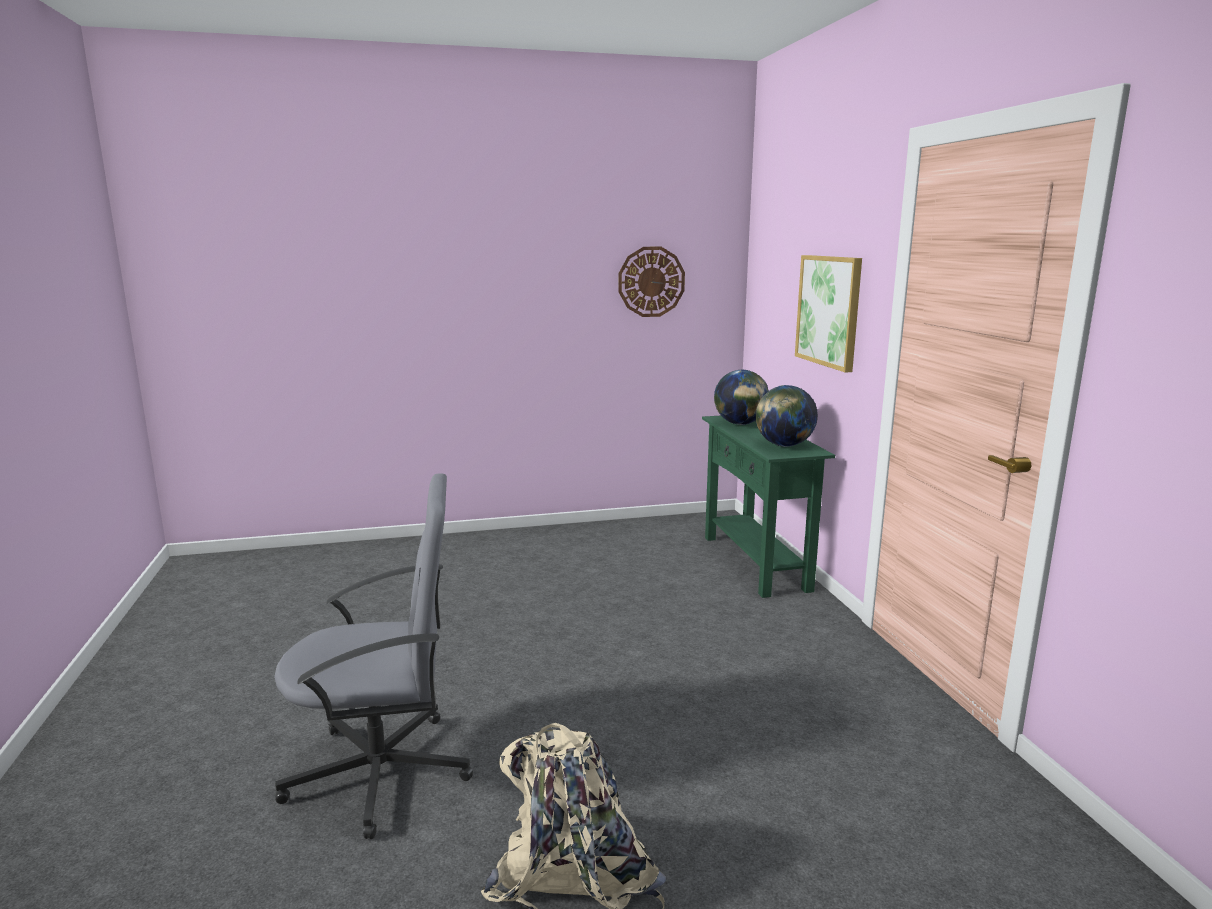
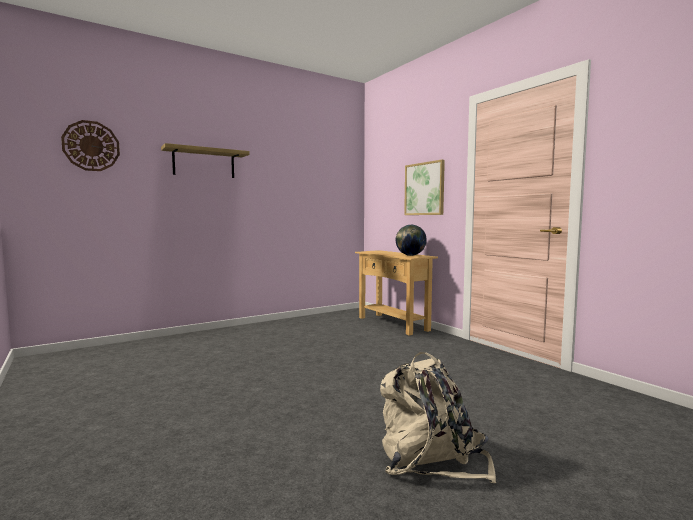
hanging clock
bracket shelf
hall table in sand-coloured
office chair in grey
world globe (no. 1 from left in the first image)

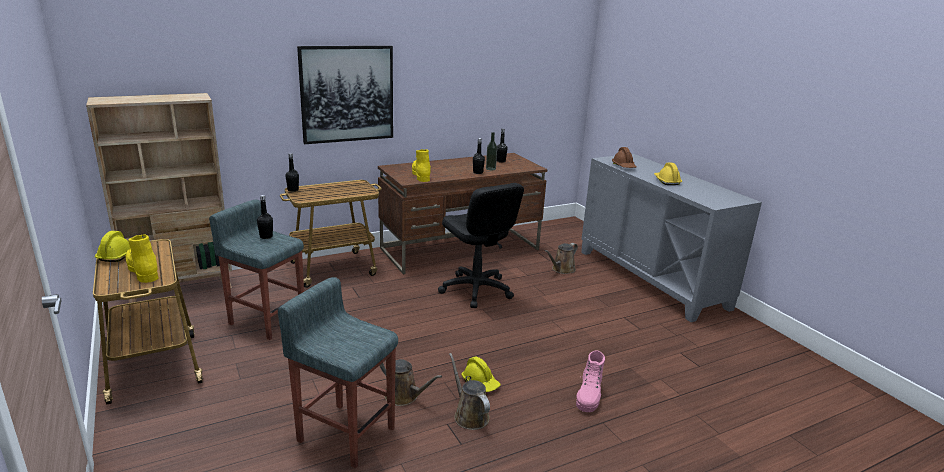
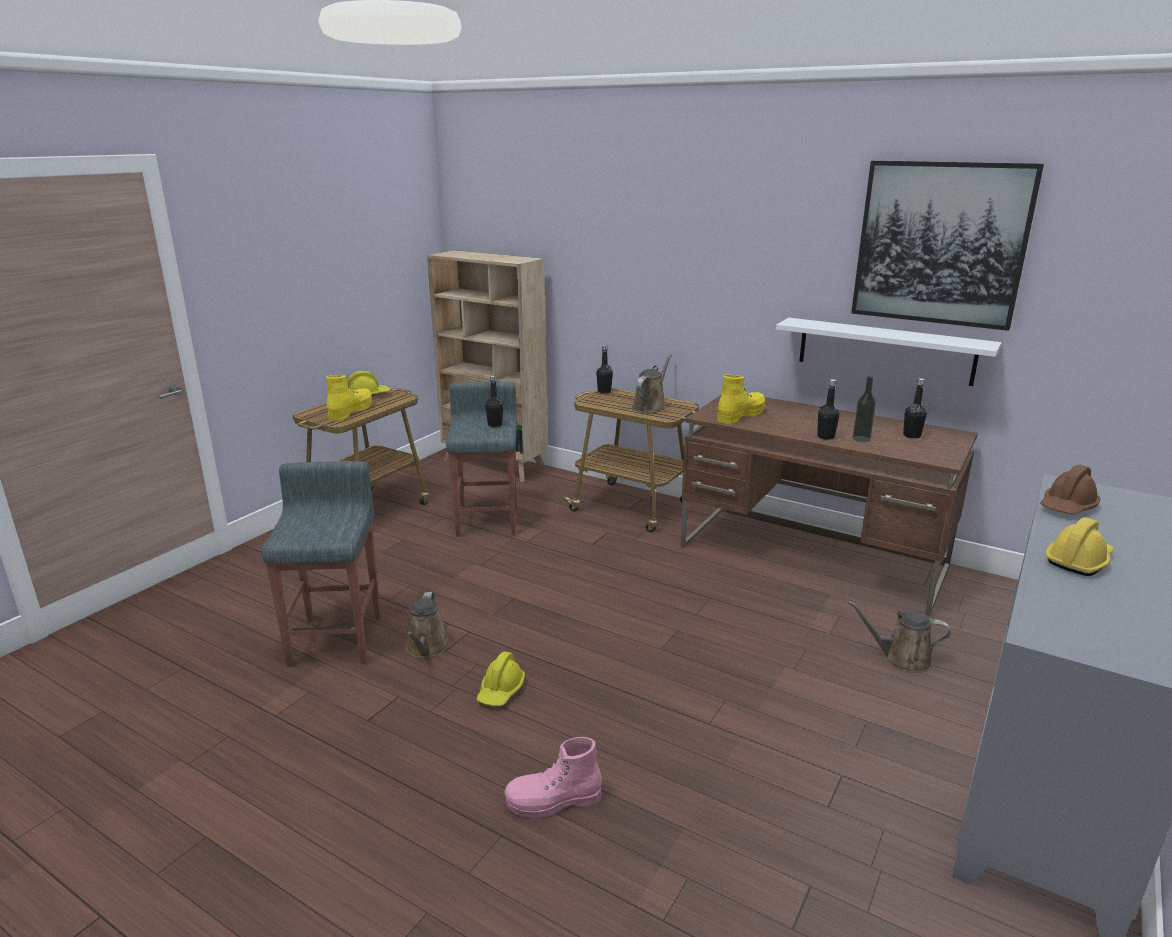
sprinkling can in brown-coloured (no. 2 from left)
bracket shelf in whitish
wall picture
office chair in black-coloured

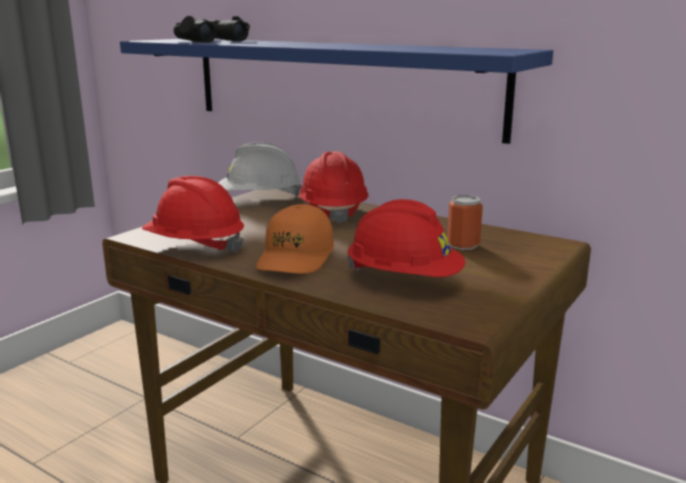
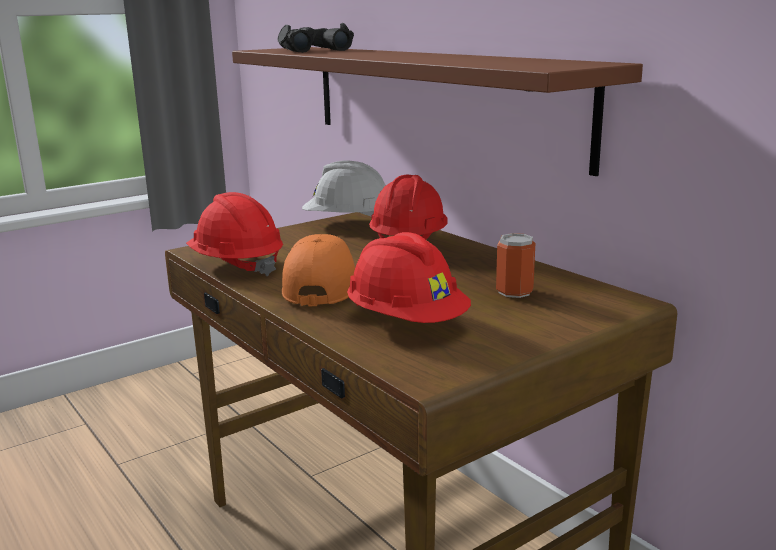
bracket shelf in brown-coloured
peaked cap in orangey

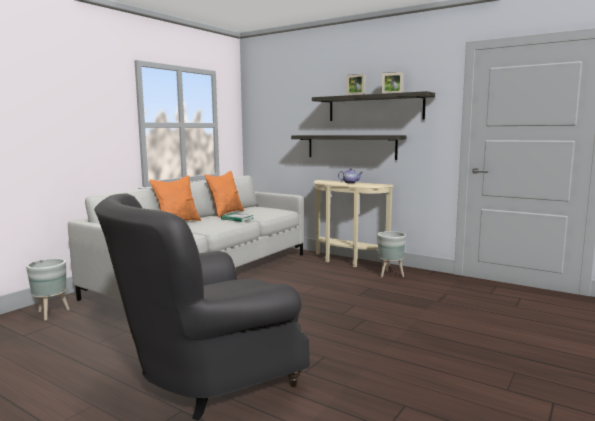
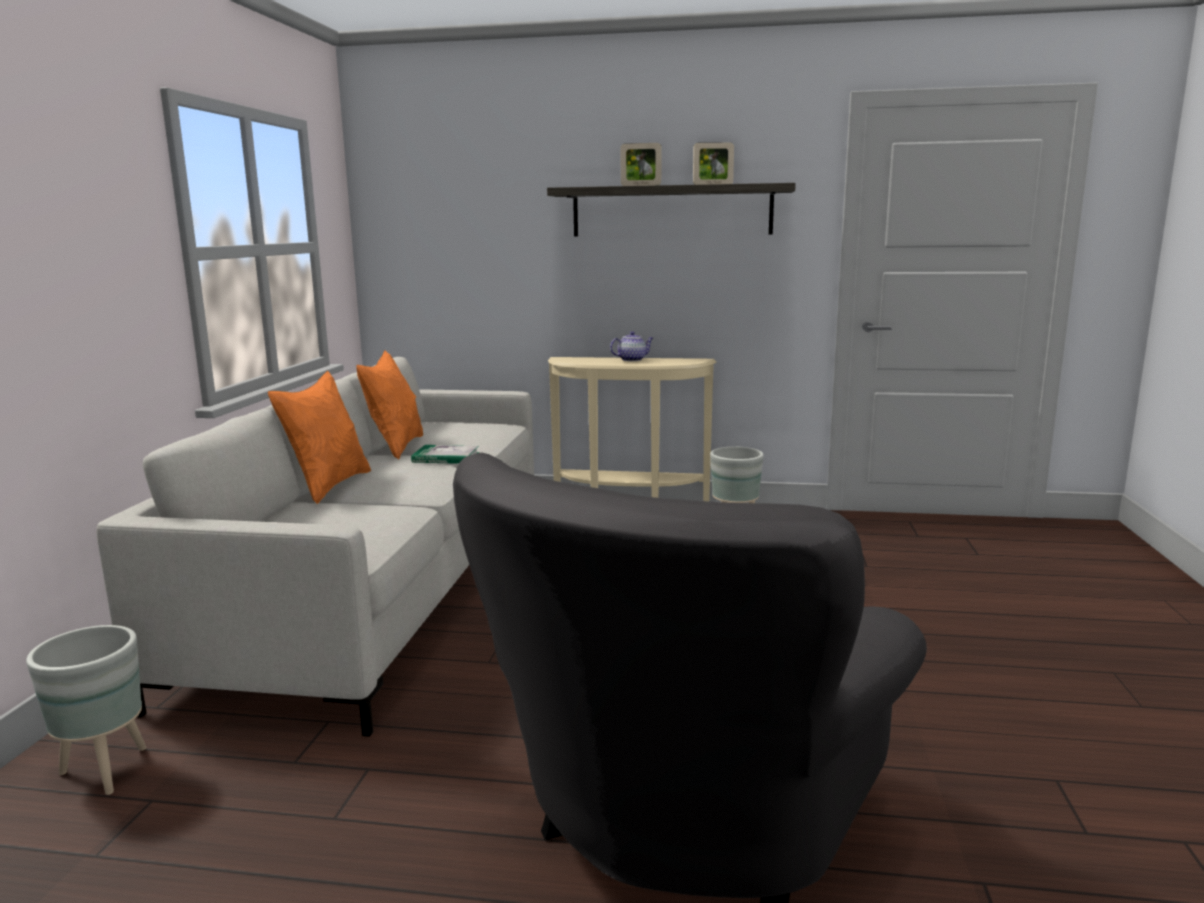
bracket shelf (no. 1 from left in the first image)

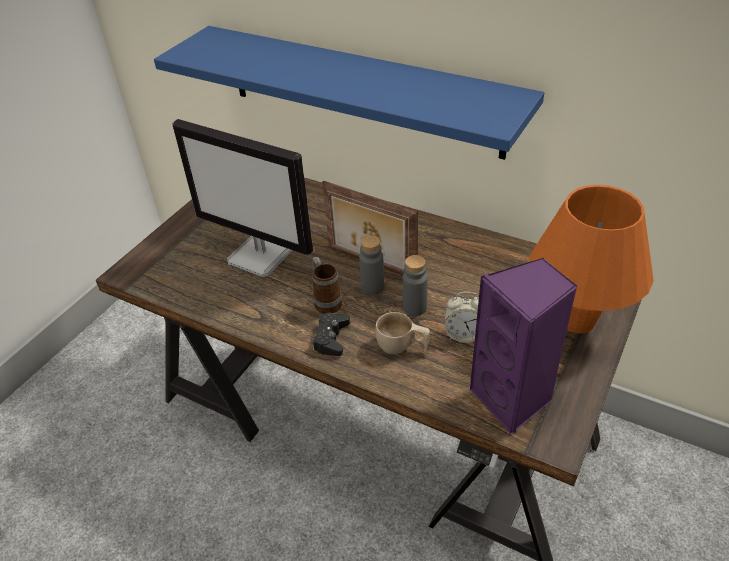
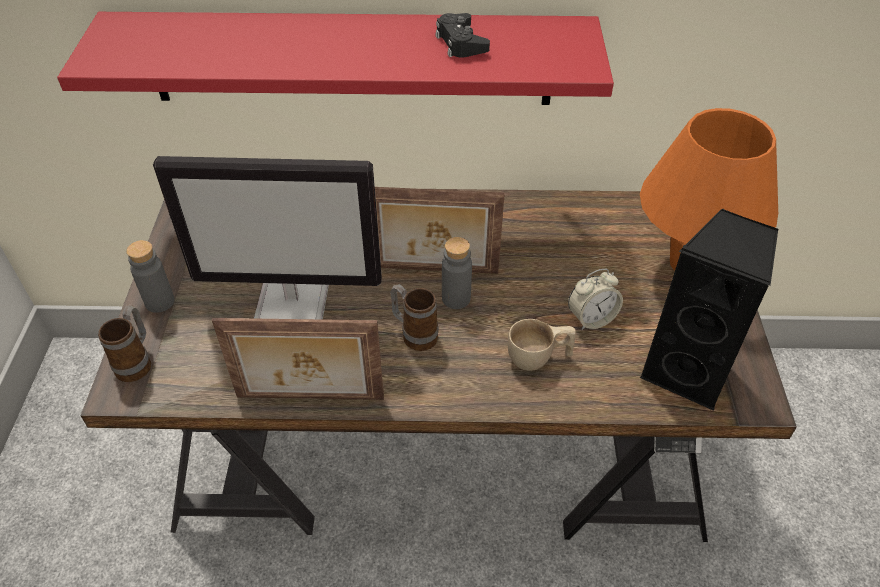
bracket shelf in red-coloured
tea mug (no. 1 from left)
drink bottle in grey (no. 1 from left)
standing frame (no. 1 from left)
gamepad in black-coloured
loudspeaker in black-coloured

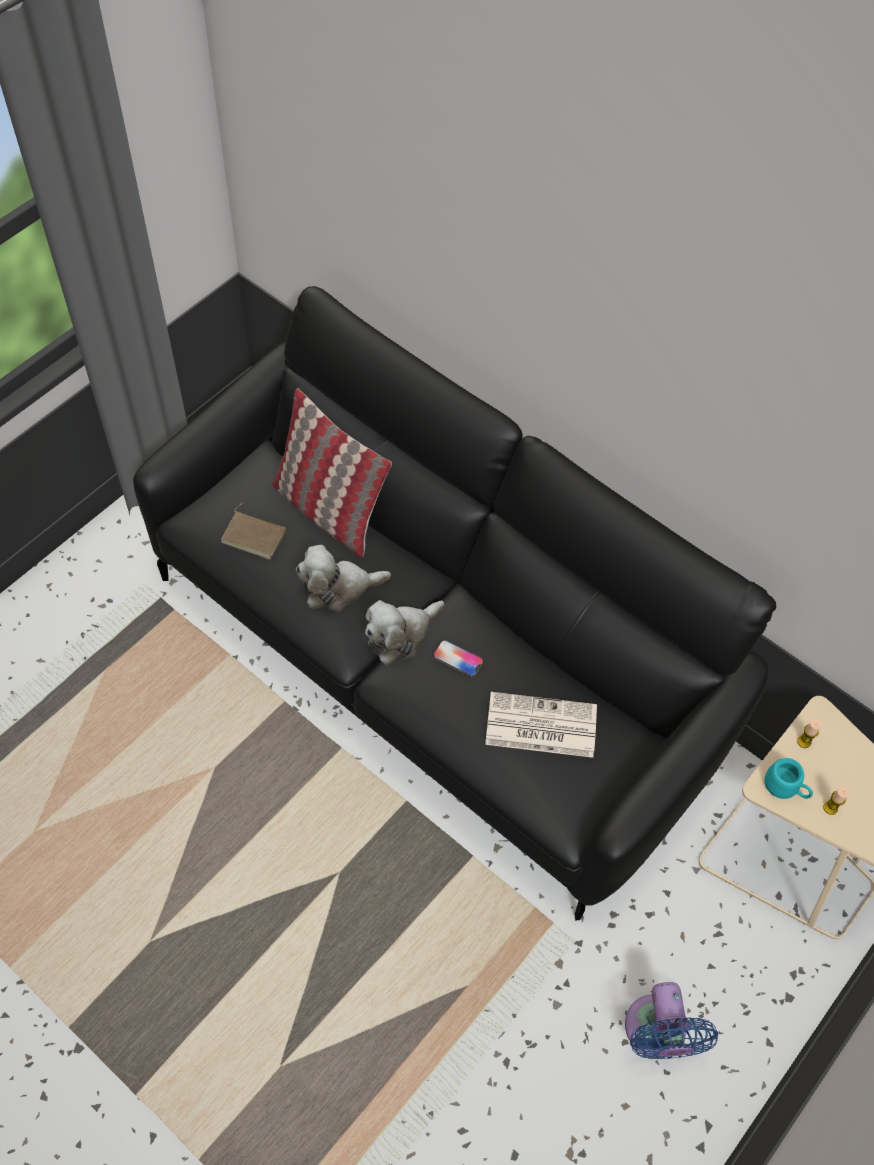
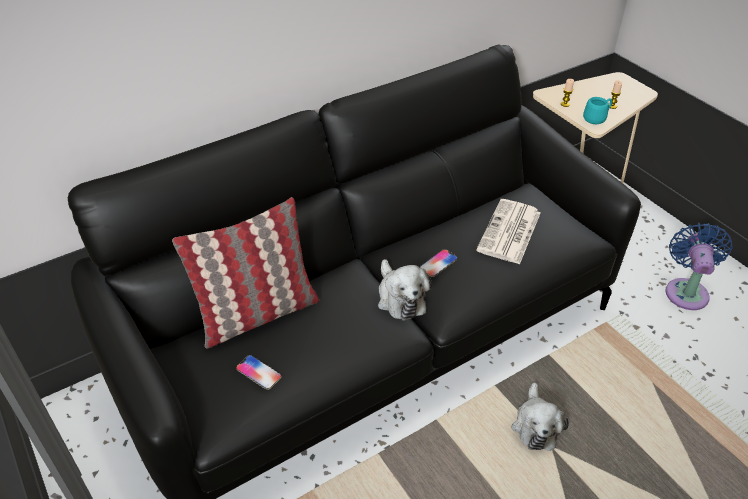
phone (no. 1 from left)
plush toy (no. 2 from left)
fan in bluish

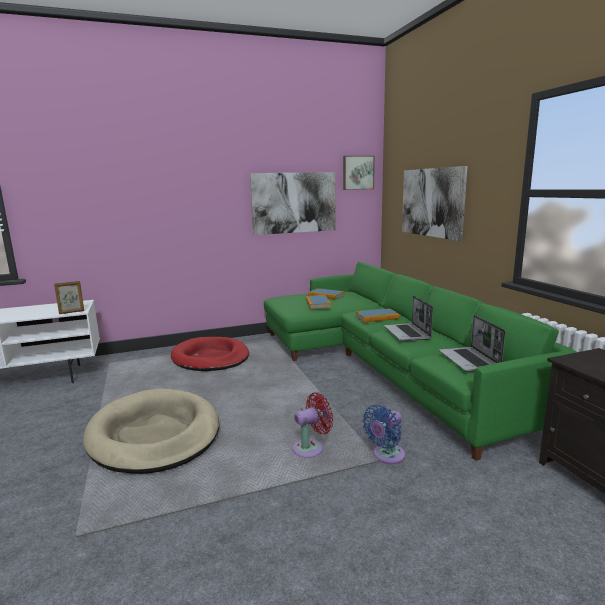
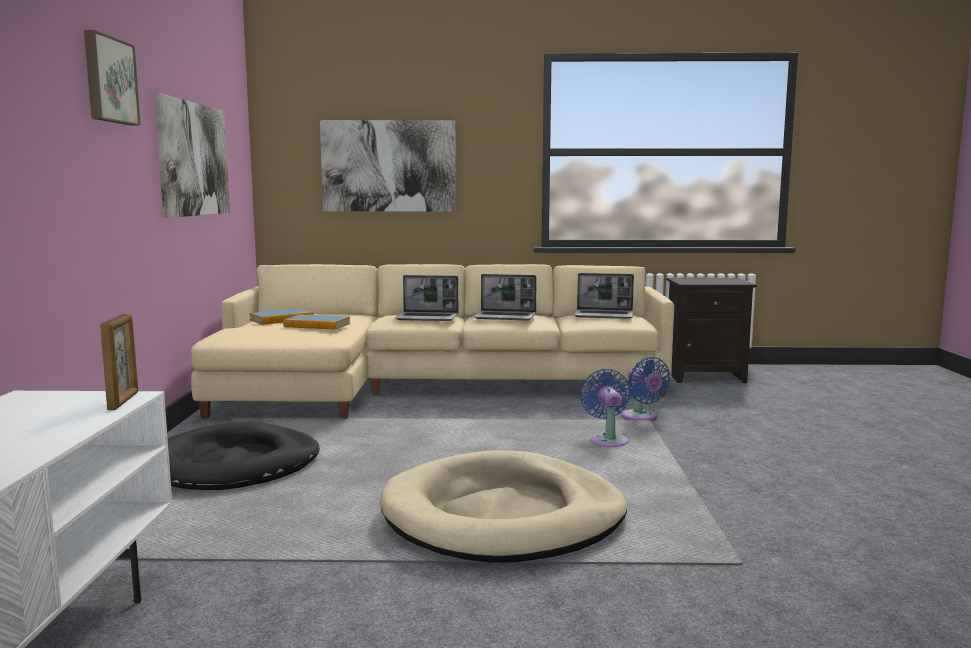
wall picture (no. 1 from left)
dog cushion in black-coloured
settee in sand-coloured
laptop (no. 1 from left)
fan in bluish (no. 1 from left)

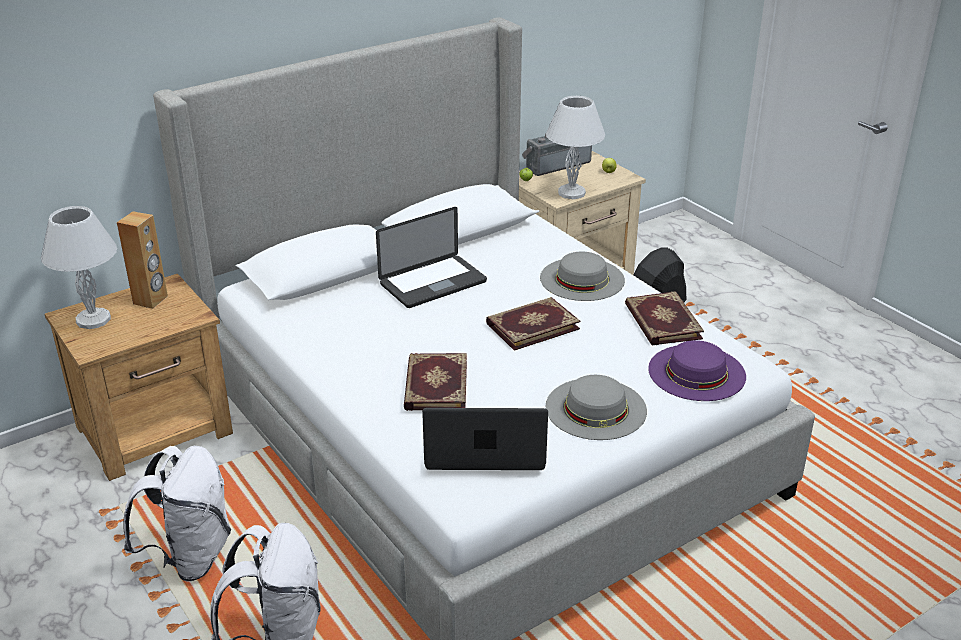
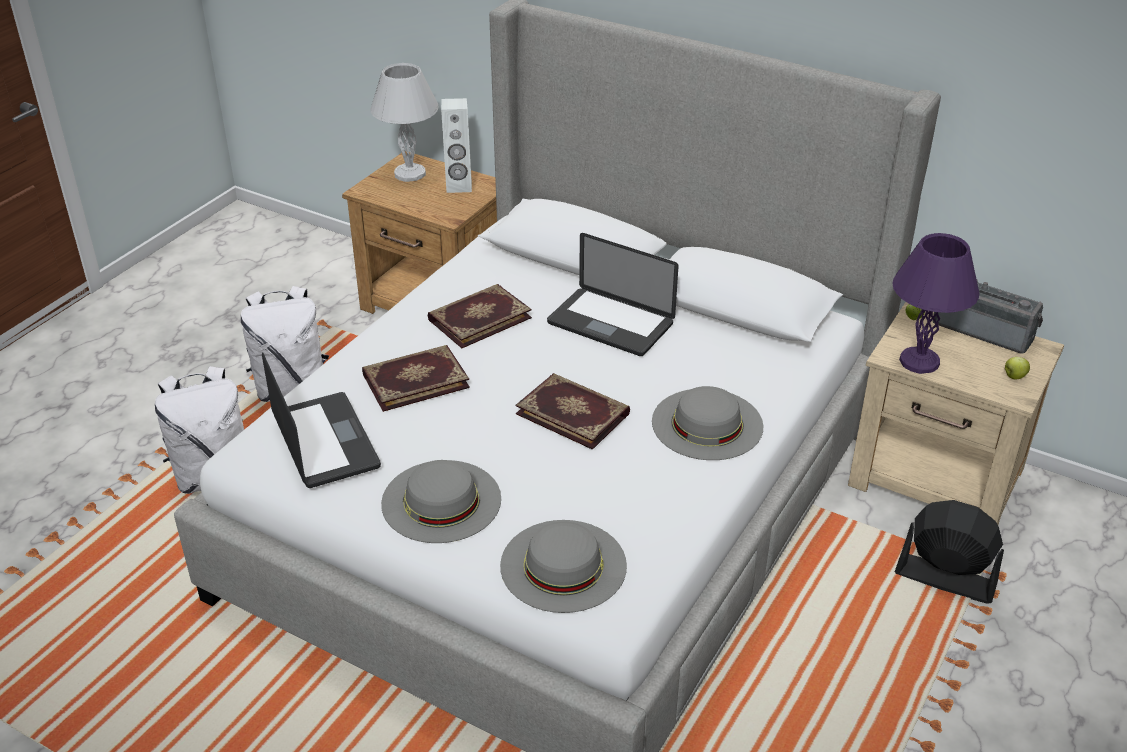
volume (no. 2 from left)
loudspeaker in whitish
clothing hat in grey (no. 2 from left)
lamp for a table in purple-coloured

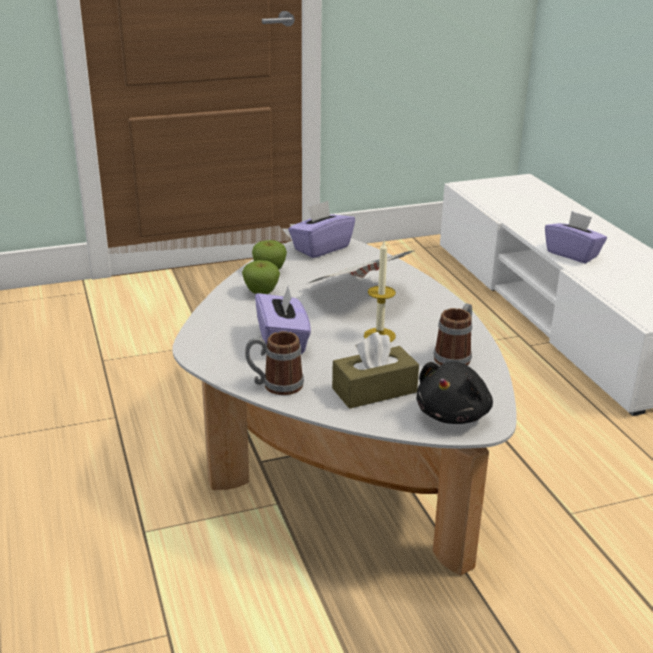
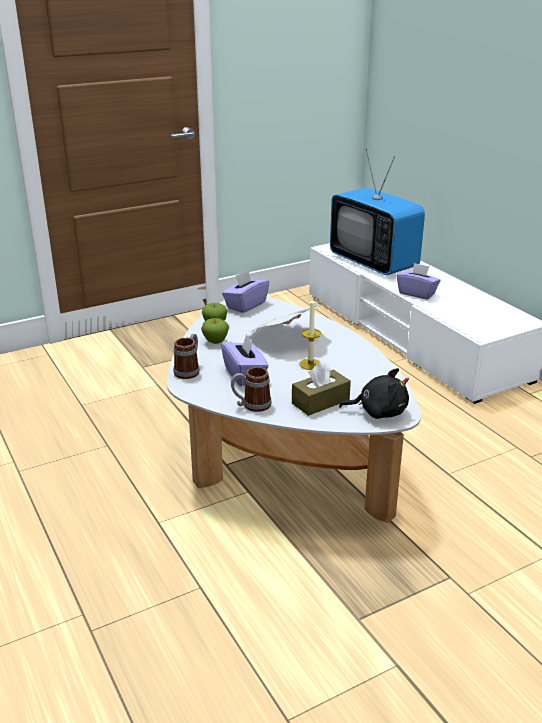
tea mug (no. 1 from left)
TV set
plush toy in black-coloured

